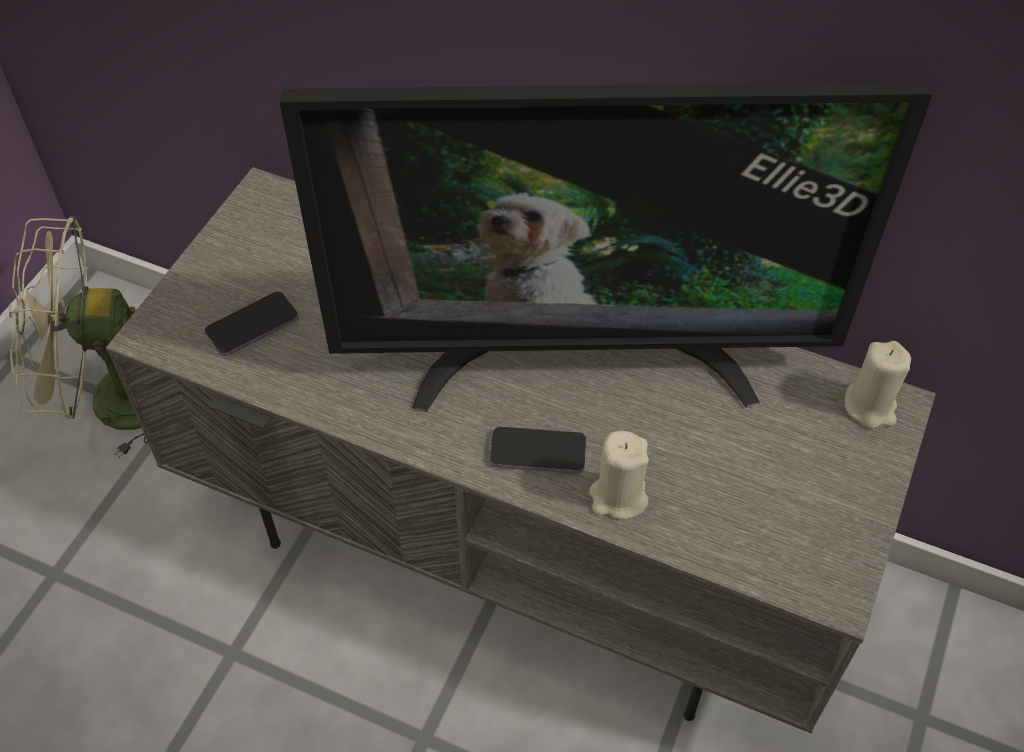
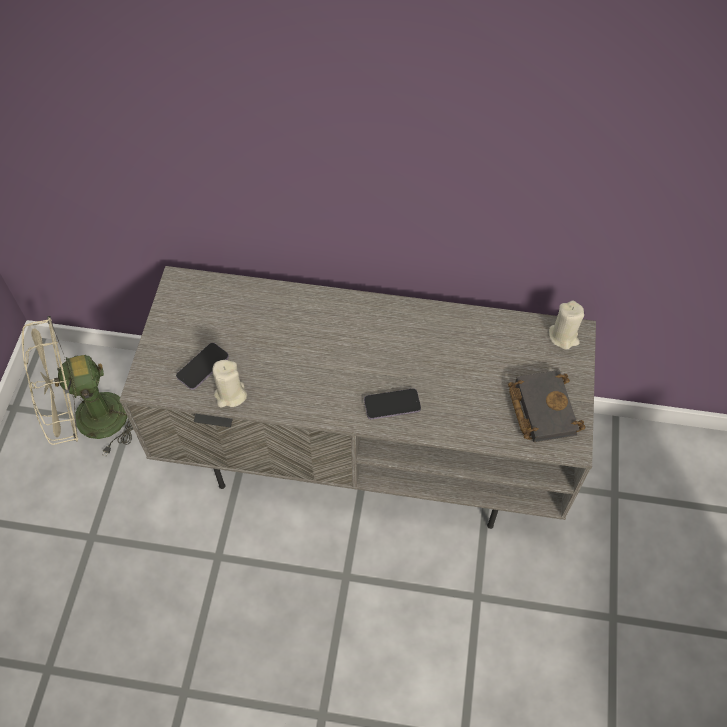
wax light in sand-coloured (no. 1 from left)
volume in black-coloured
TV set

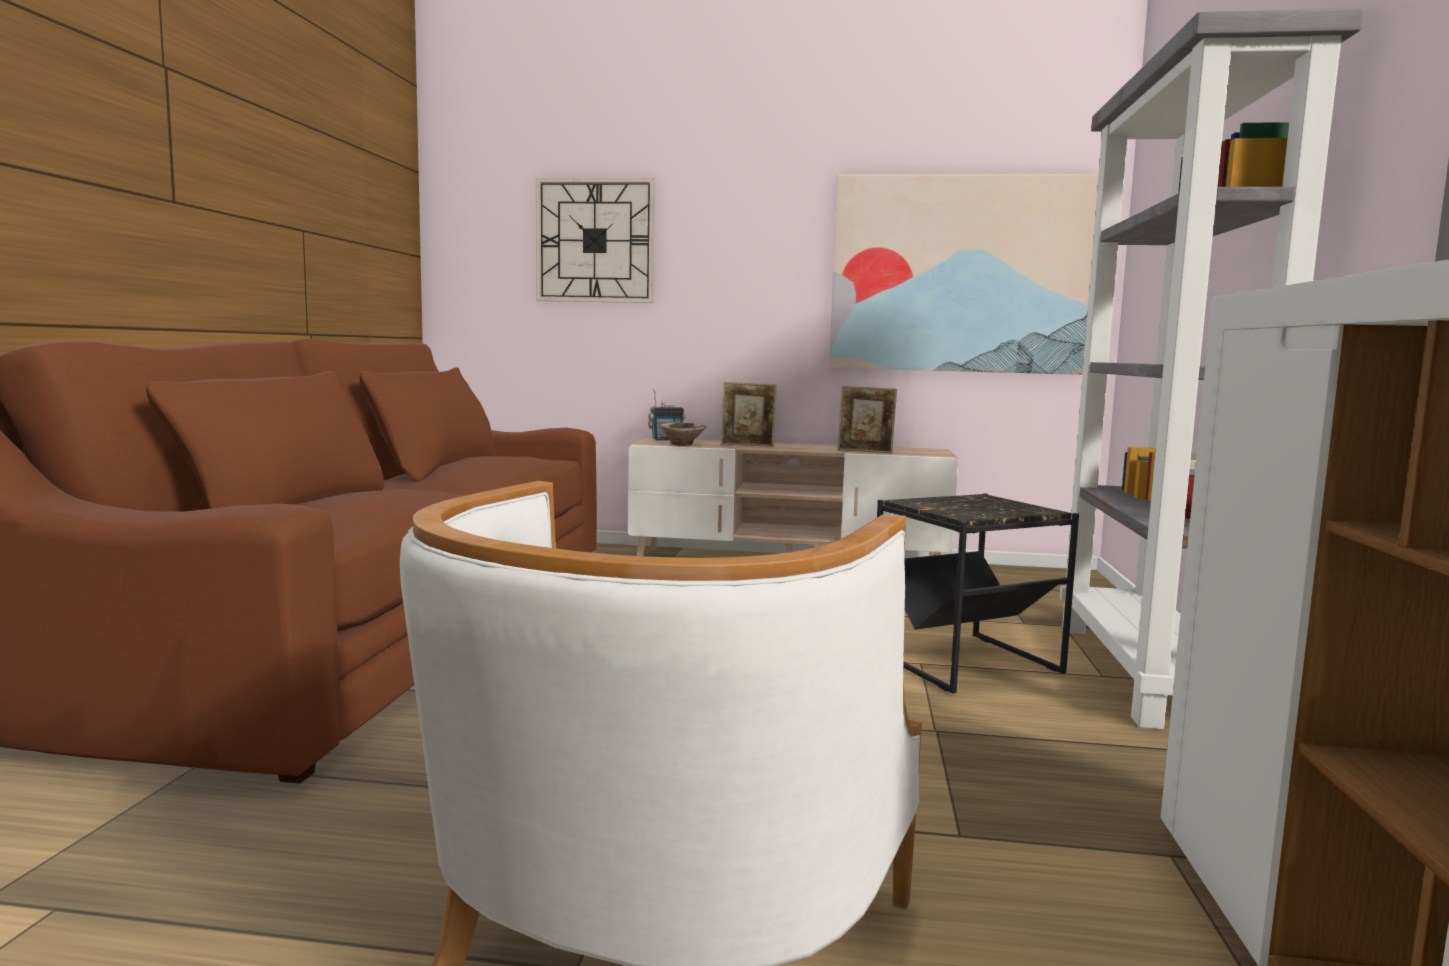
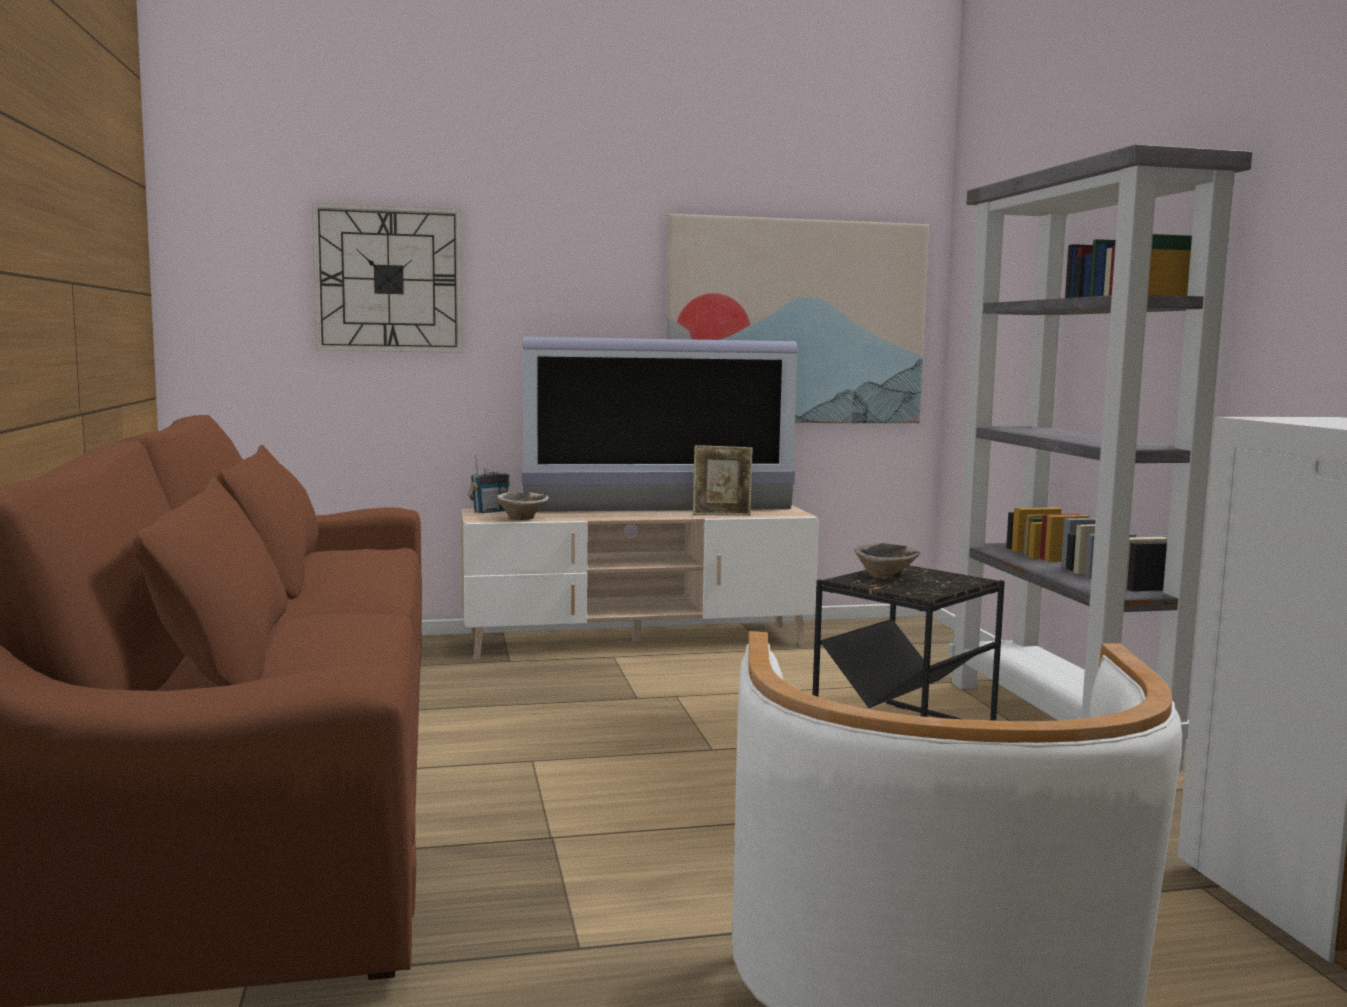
TV set
deep dish (no. 2 from left)
standing frame (no. 1 from left in the first image)

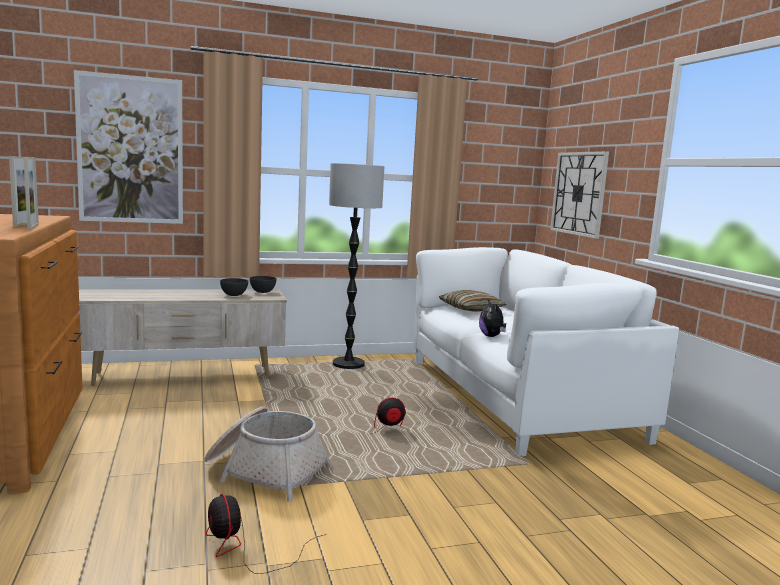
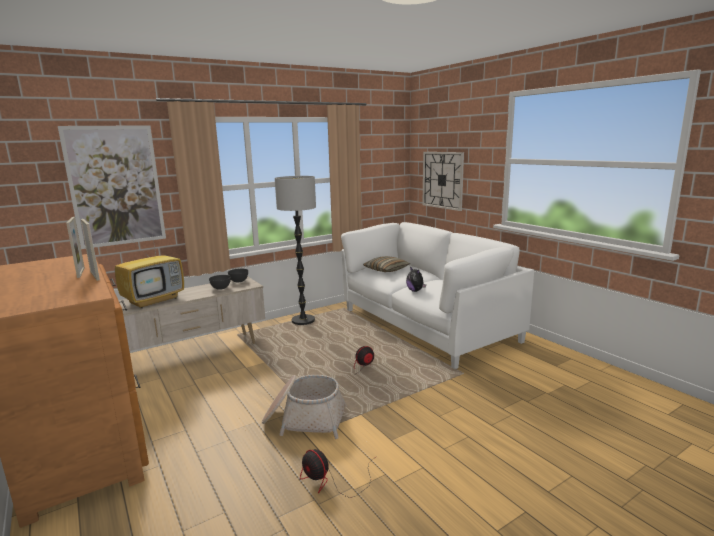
TV set

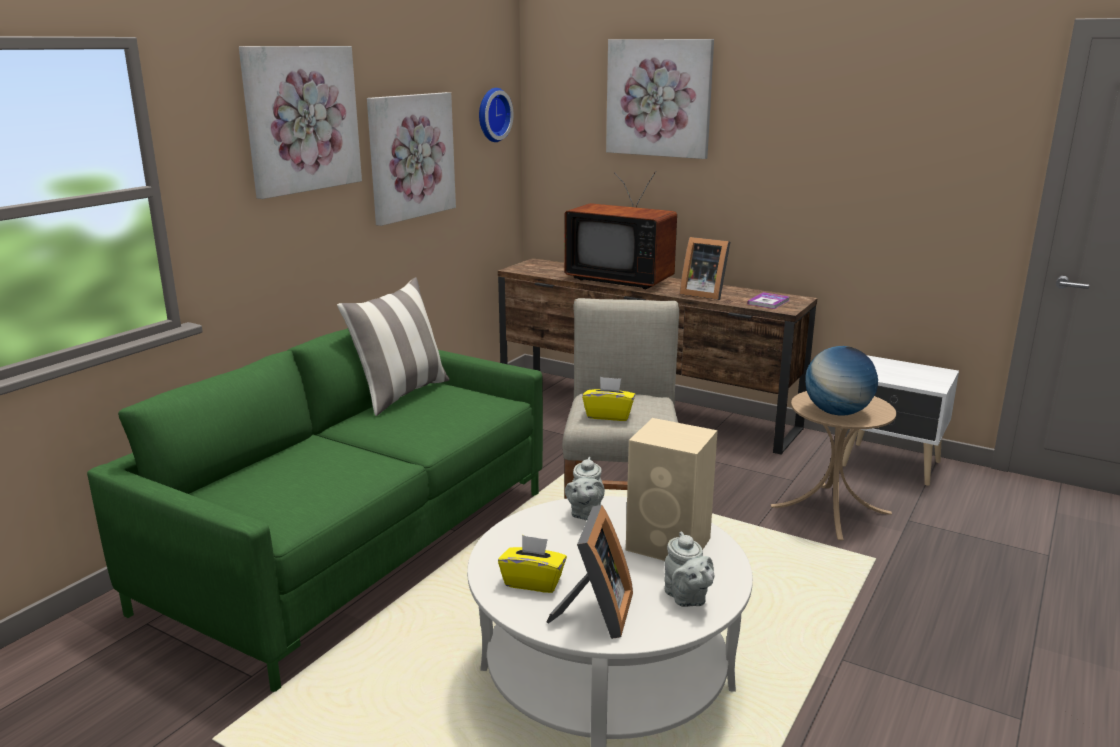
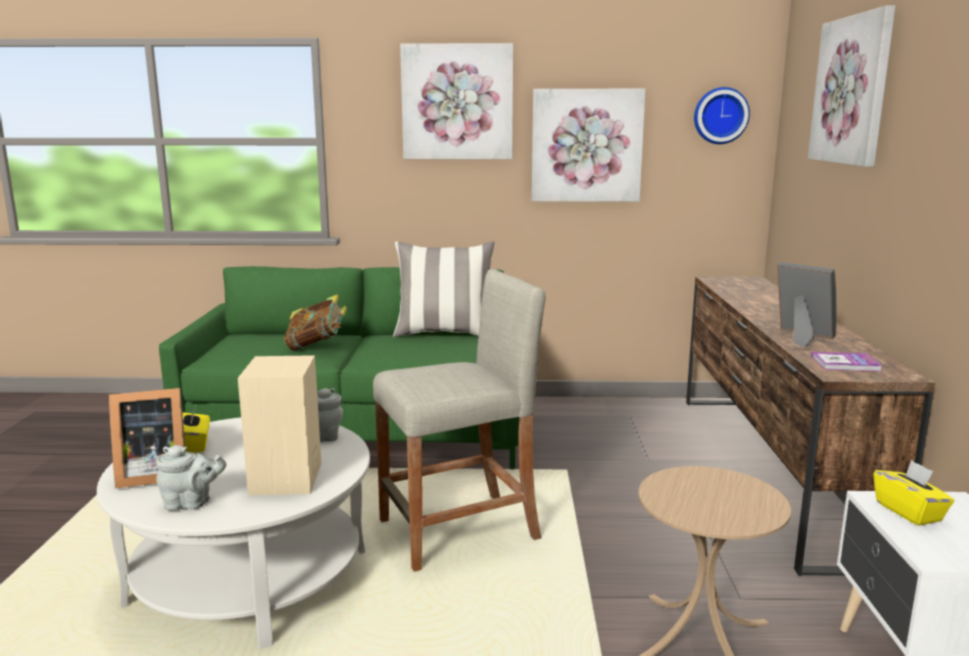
pot for tea in grey (no. 1 from left)
volume (no. 1 from left)
standing frame (no. 2 from left)
tissue box in yellow (no. 2 from left)
TV set
world globe

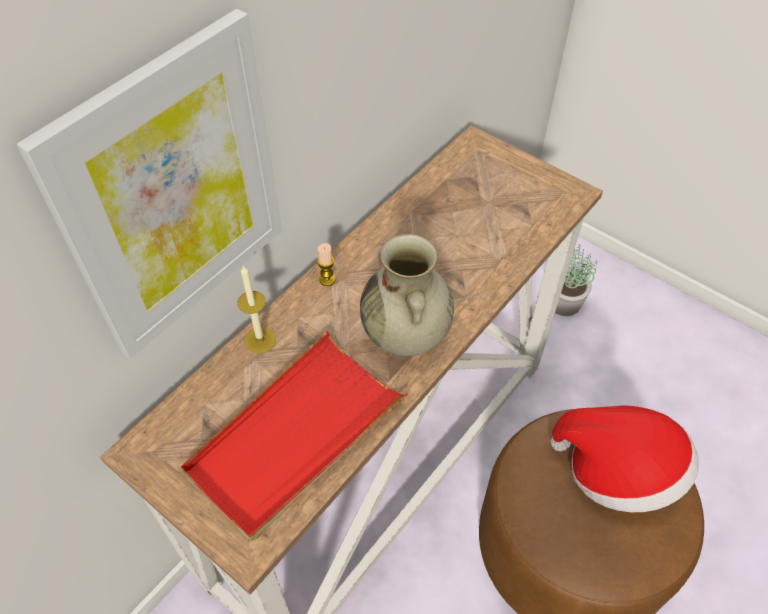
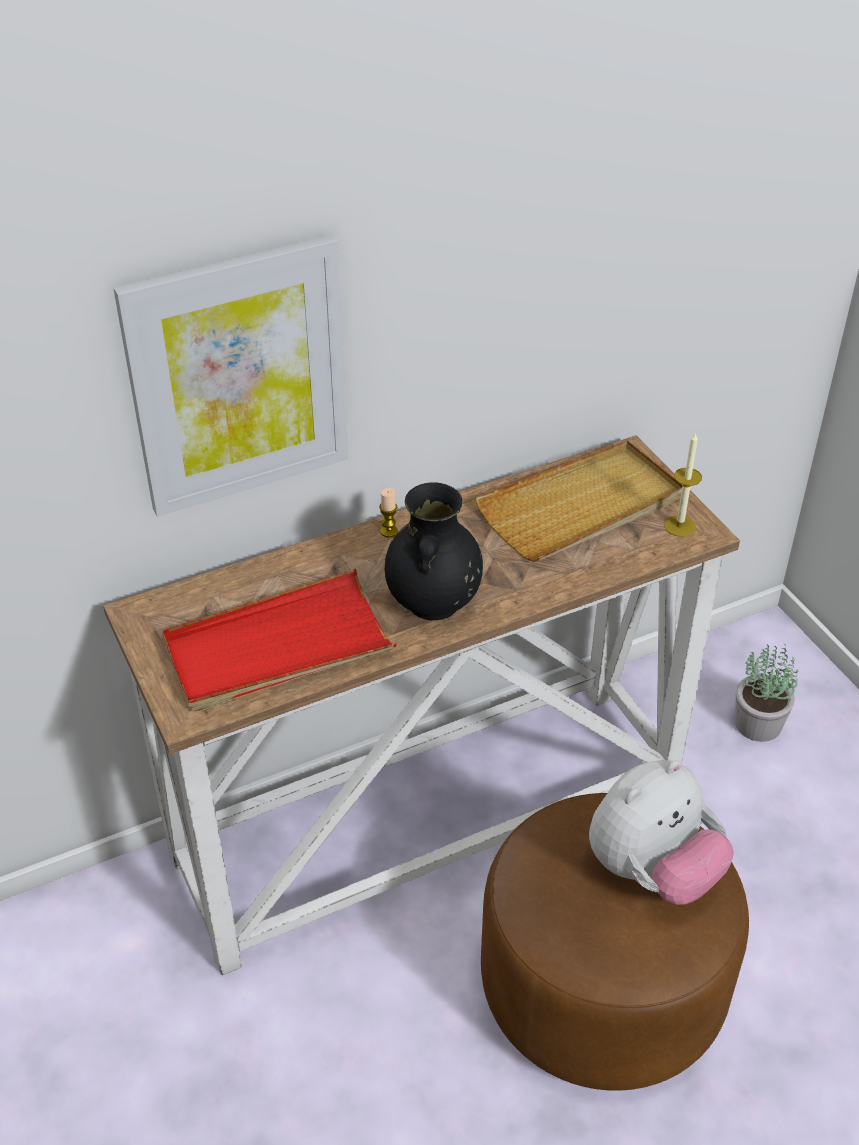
flower vase in black-coloured
serving tray in sand-coloured
plush toy
wax light (no. 2 from left)

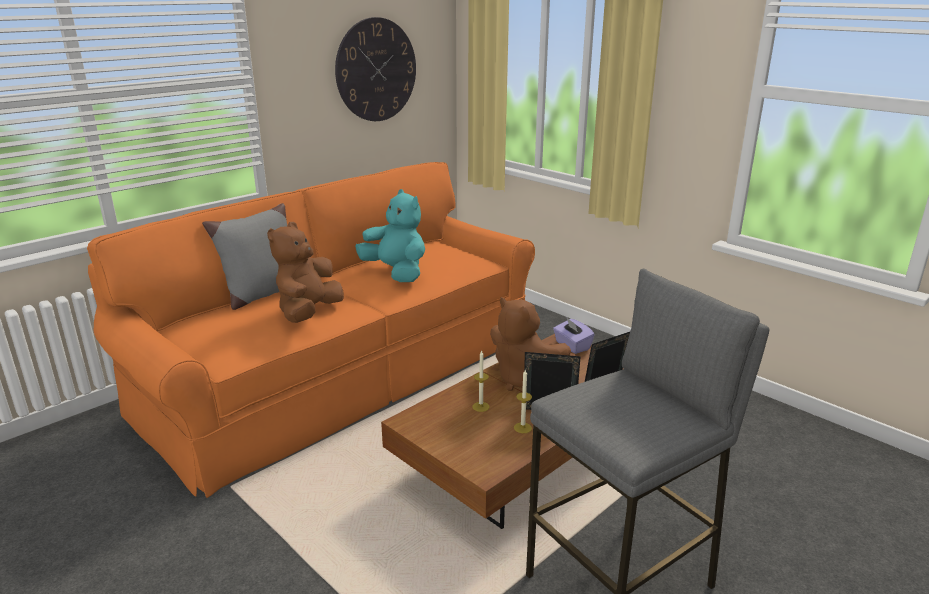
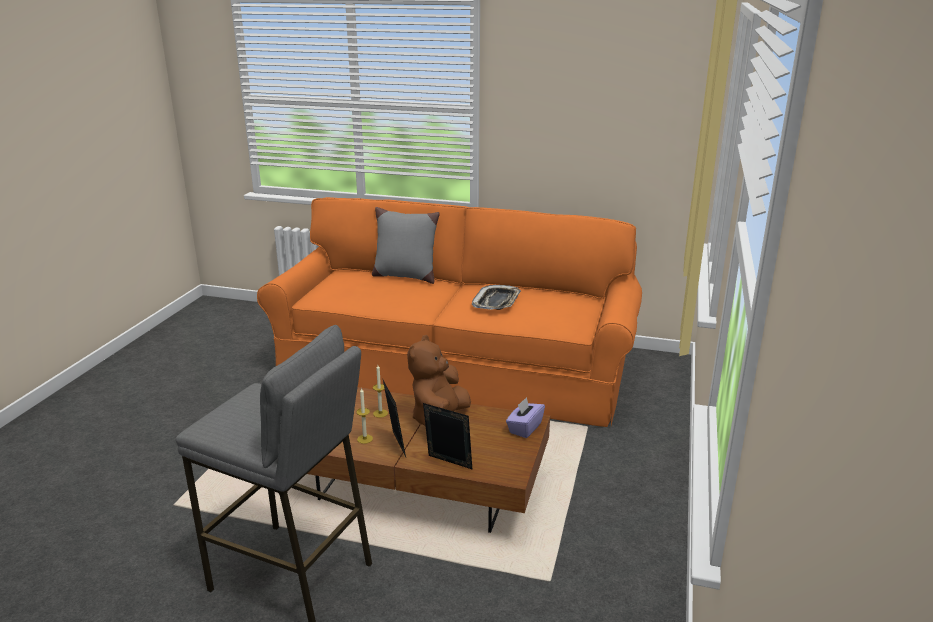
serving tray
plush toy in brown-coloured (no. 1 from left in the first image)
hanging clock

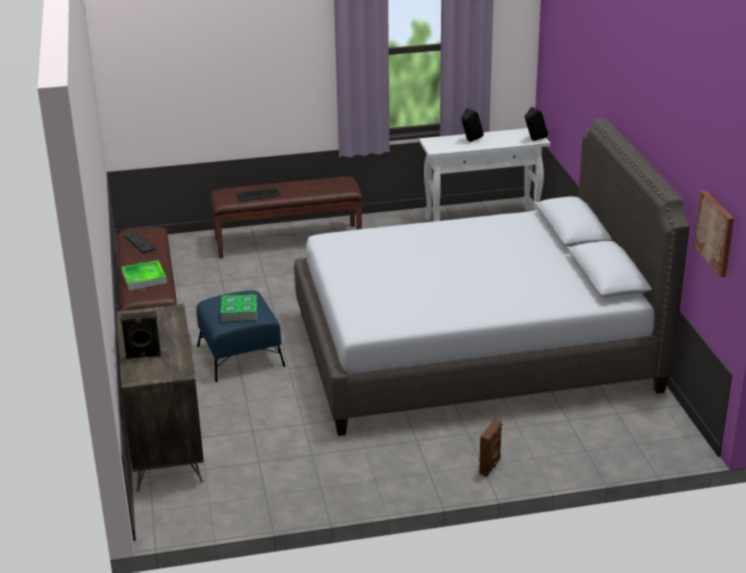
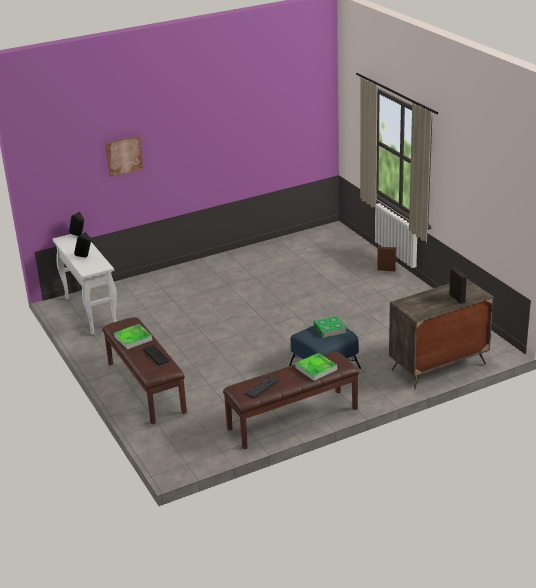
wall picture
serving tray (no. 1 from left)
bed in grey

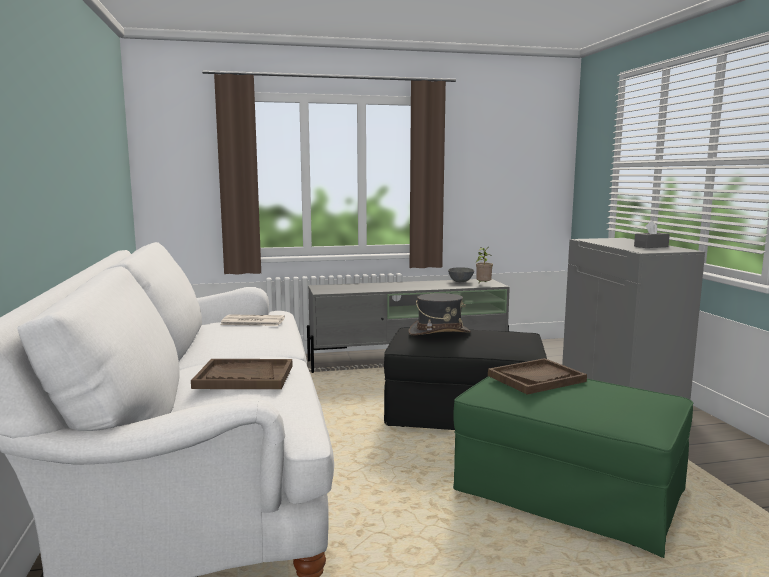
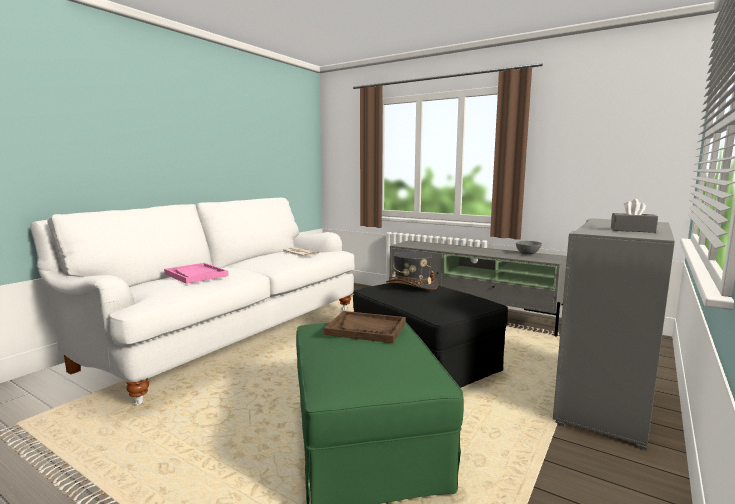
serving tray in pinkish
potted plant

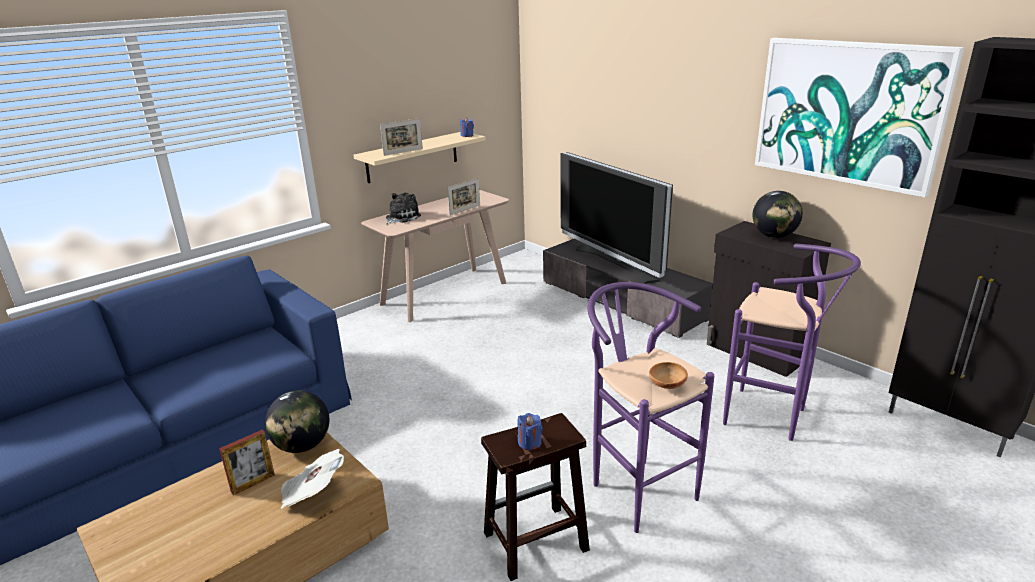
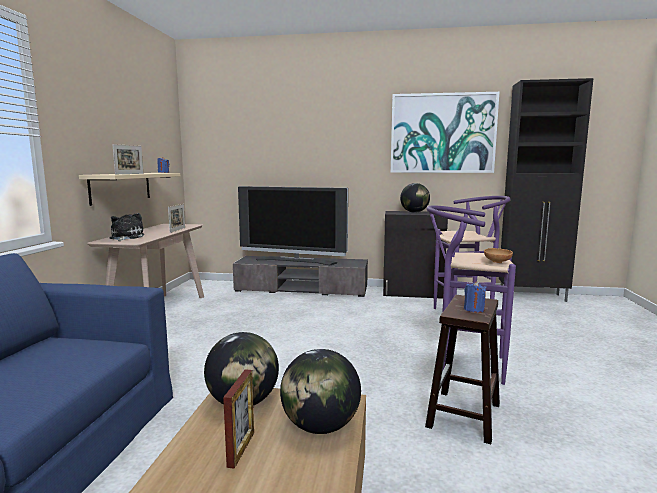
world globe (no. 2 from left)

